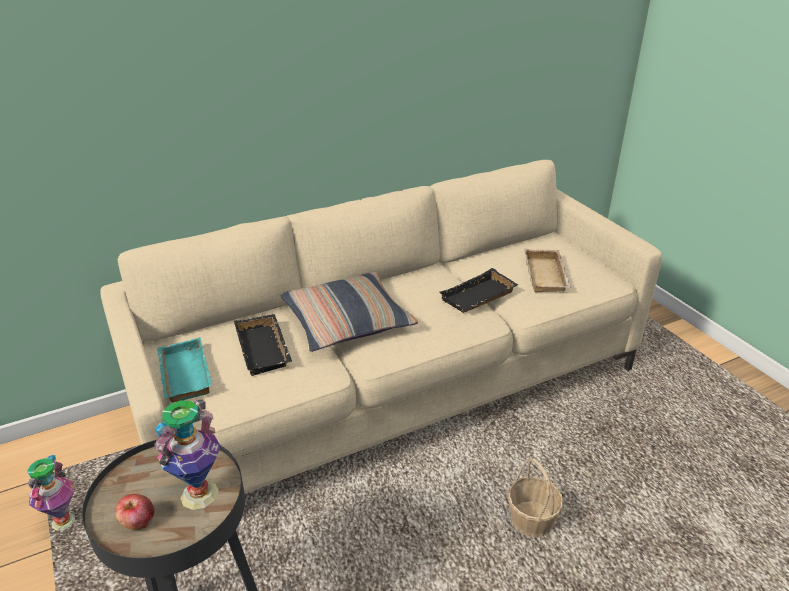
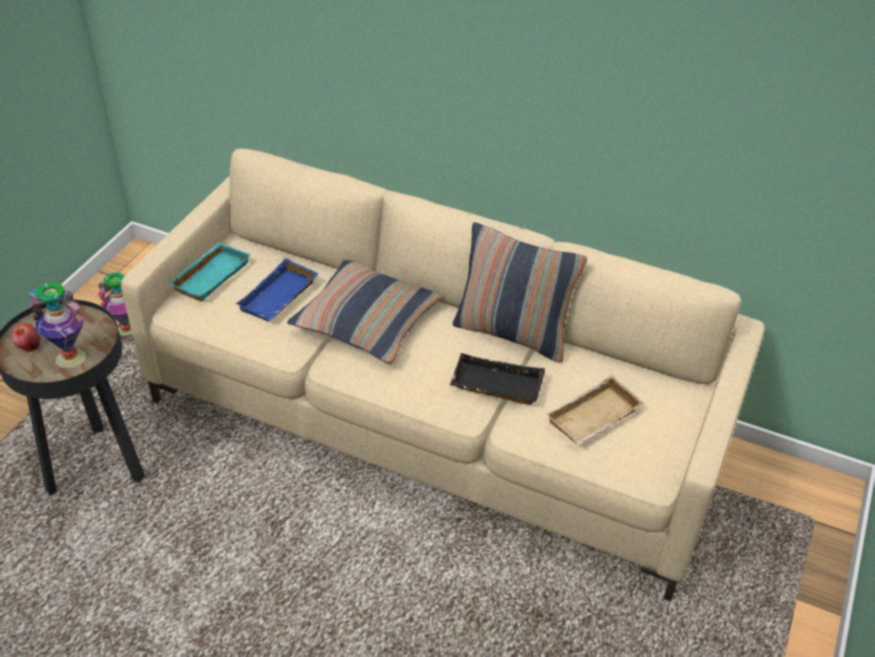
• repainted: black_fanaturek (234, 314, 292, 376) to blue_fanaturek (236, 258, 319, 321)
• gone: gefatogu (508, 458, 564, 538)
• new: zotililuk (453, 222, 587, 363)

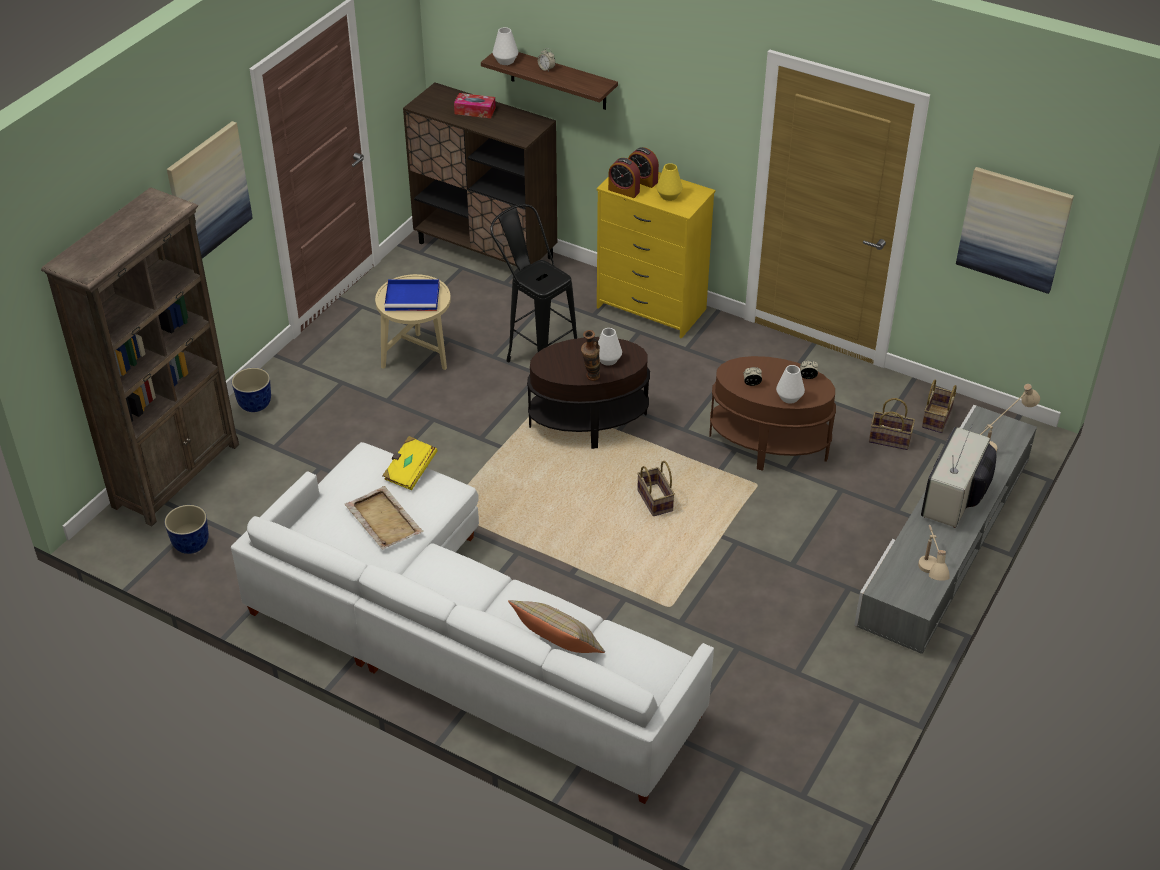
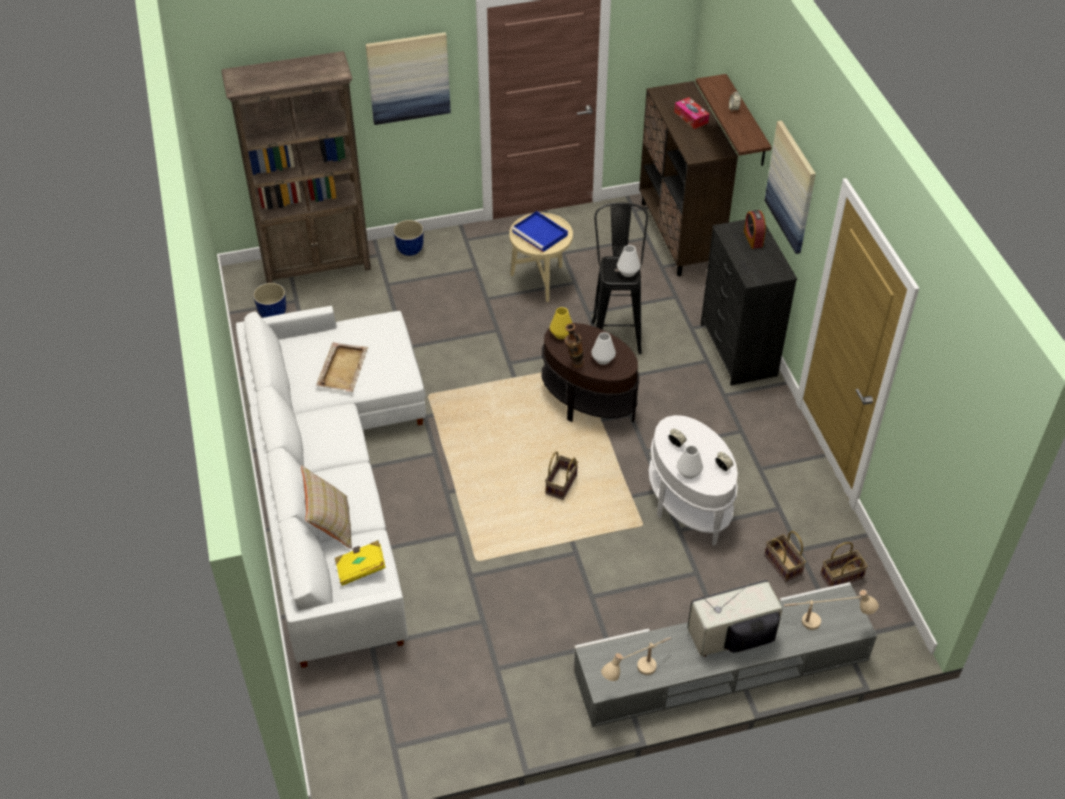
• shifted: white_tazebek (493, 27, 518, 65) to (617, 245, 640, 277)
• gone: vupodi (608, 158, 640, 198)
• shifted: yellow_tazebek (656, 163, 683, 201) to (550, 307, 572, 339)
• shifted: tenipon (956, 167, 1074, 294) to (764, 121, 816, 254)
• repainted: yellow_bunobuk (597, 172, 715, 339) to black_bunobuk (701, 219, 797, 386)
• repainted: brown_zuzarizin (709, 356, 836, 471) to white_zuzarizin (648, 415, 738, 545)
• shifted: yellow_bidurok (382, 436, 438, 490) to (335, 540, 386, 586)

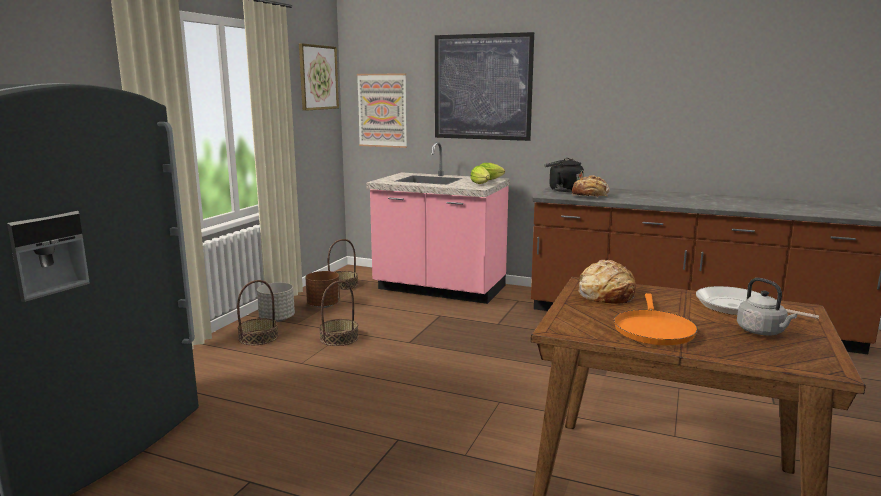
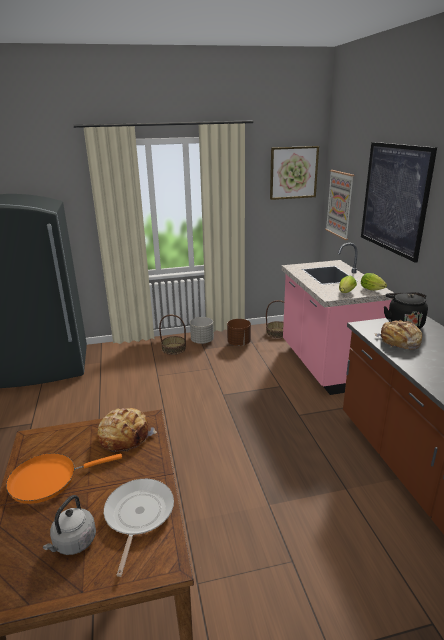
• gone: gefatogu (319, 280, 359, 346)

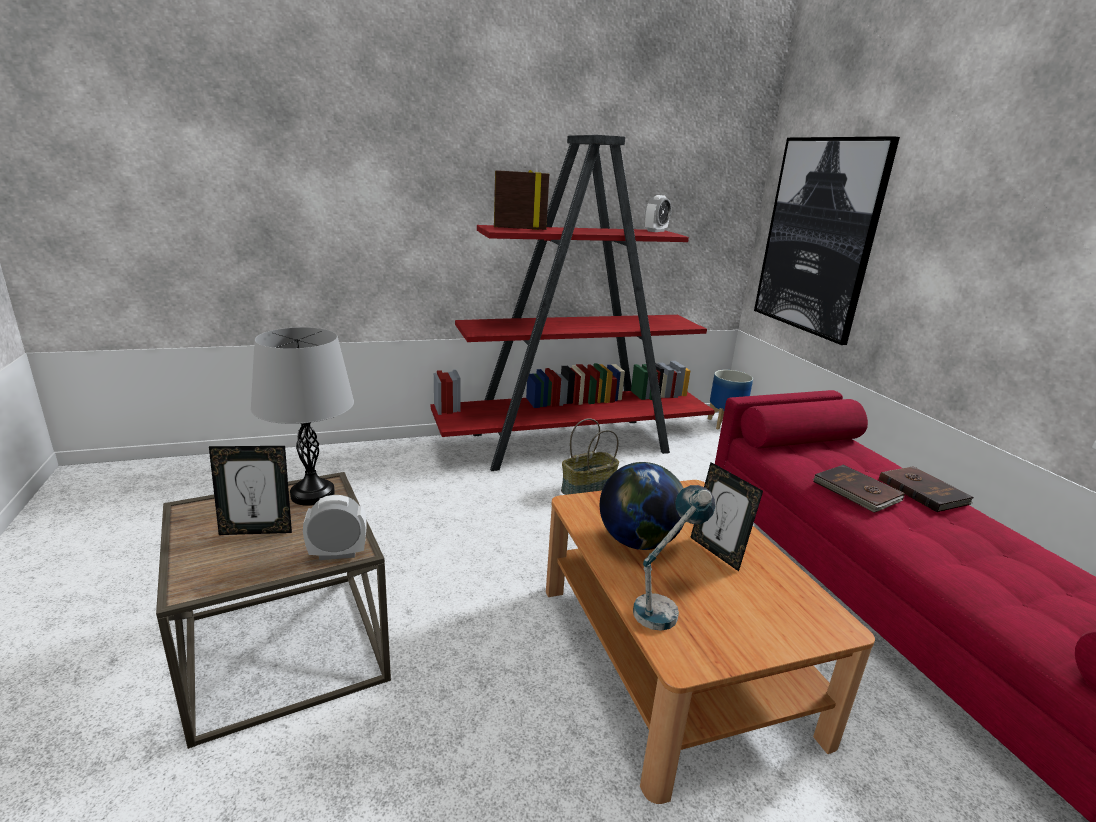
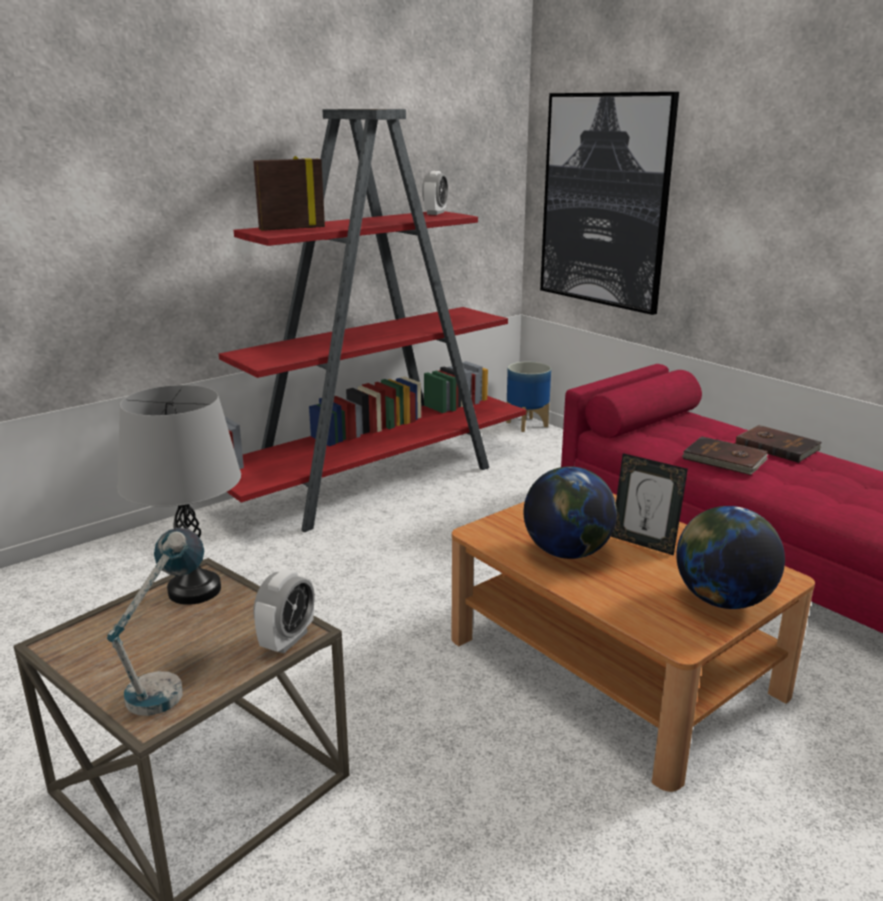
• gone: gefatogu (561, 418, 619, 495)
• gone: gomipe (209, 446, 292, 535)
• shifted: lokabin (633, 485, 715, 631) to (107, 528, 204, 716)
• rotated: vupodi (303, 495, 367, 560) = (253, 569, 315, 654) 150 degrees clockwise
• new: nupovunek (676, 506, 785, 609)

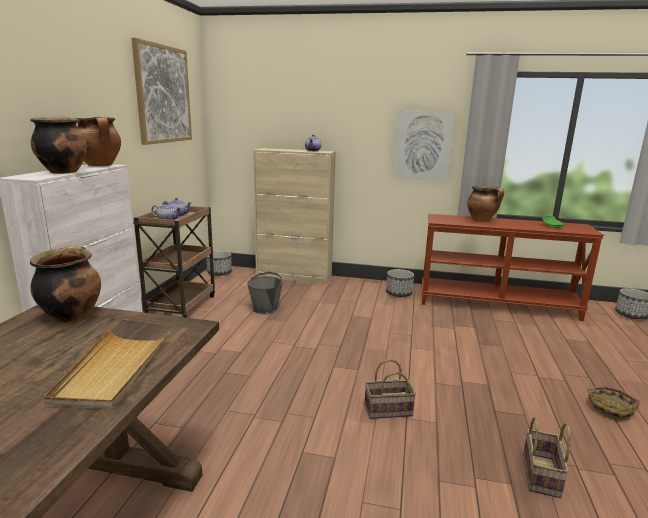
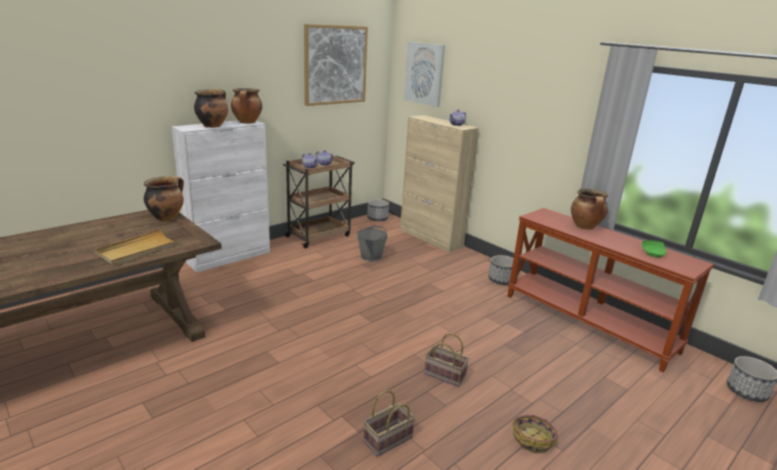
• shifted: tenipon (393, 110, 455, 180) to (404, 41, 445, 107)
• shifted: gefatogu (365, 359, 416, 419) to (424, 333, 469, 387)

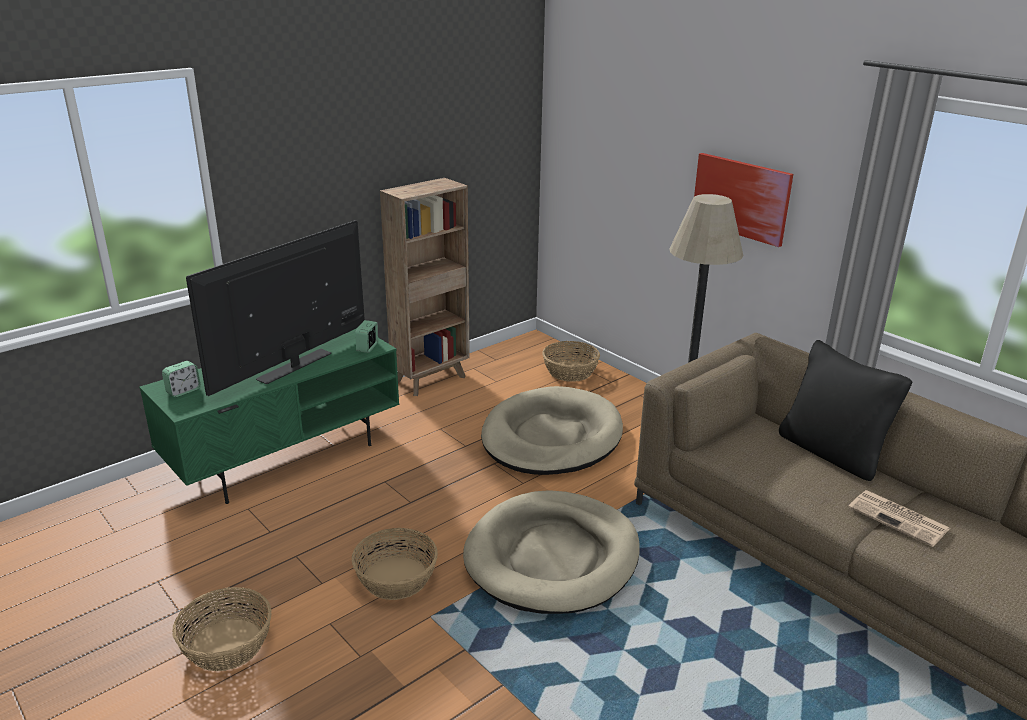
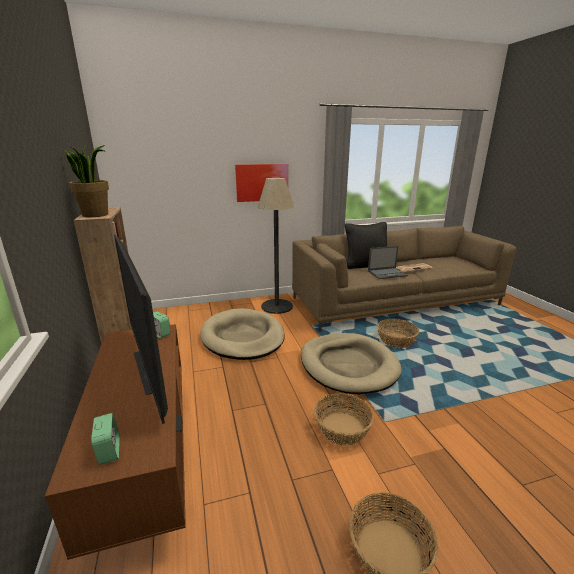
• repainted: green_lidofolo (139, 328, 399, 504) to brown_lidofolo (45, 324, 186, 560)
• shifted: gefatogu (542, 341, 600, 382) to (377, 319, 419, 348)
• new: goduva (61, 144, 109, 217)
• new: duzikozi (368, 246, 408, 279)

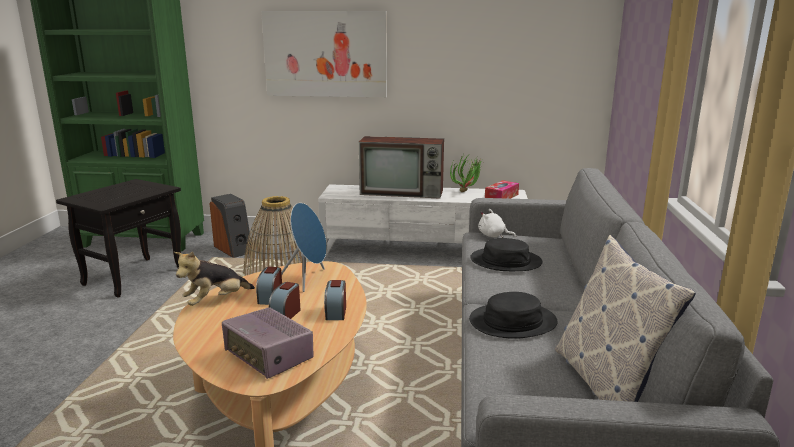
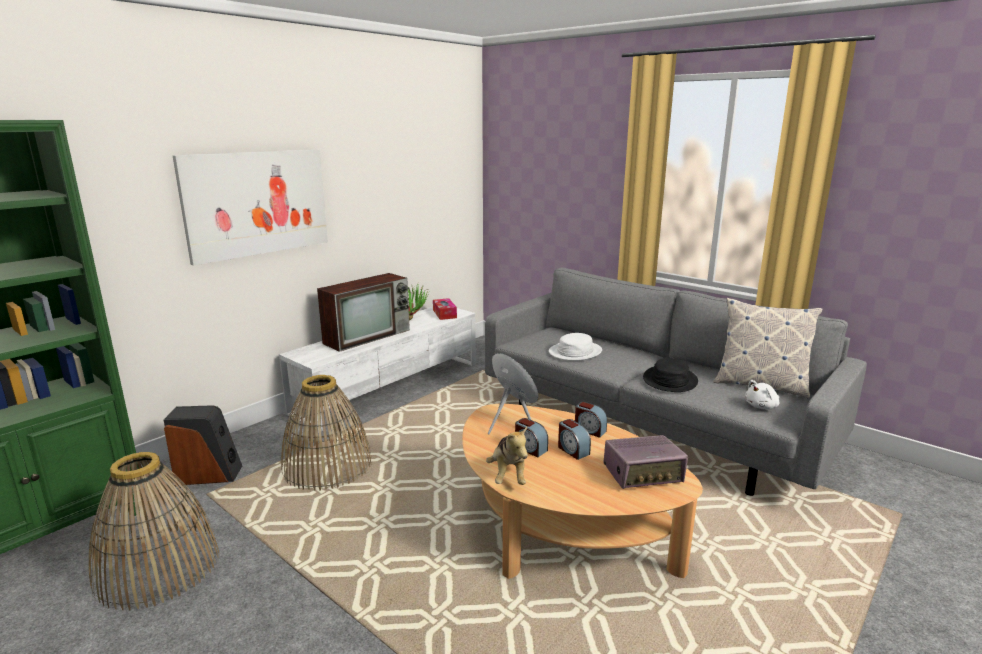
• swapped: black_zuzarizin (56, 179, 181, 297) to gefatogu (89, 452, 219, 611)
• shifted: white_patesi (478, 209, 516, 238) to (745, 380, 779, 410)
• repainted: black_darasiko (470, 238, 542, 271) to white_darasiko (549, 333, 602, 361)

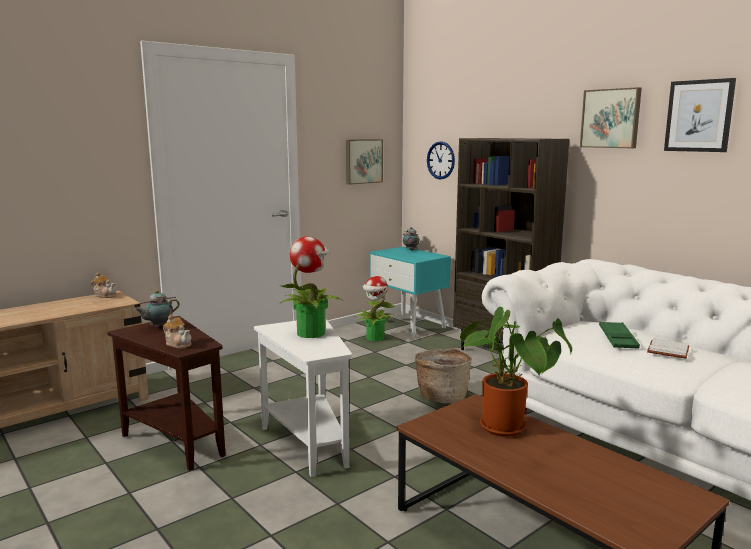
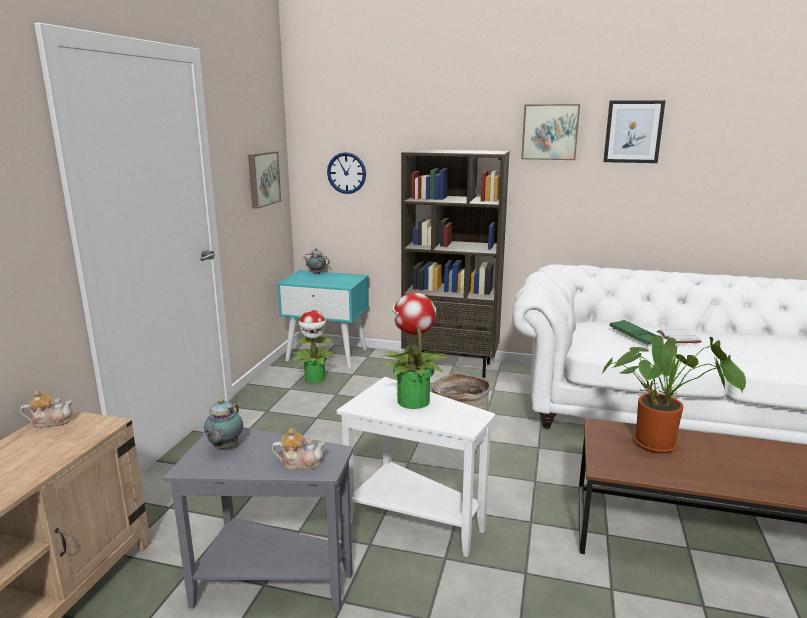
• repainted: brown_zuzarizin (107, 316, 226, 471) to grey_zuzarizin (164, 427, 353, 612)

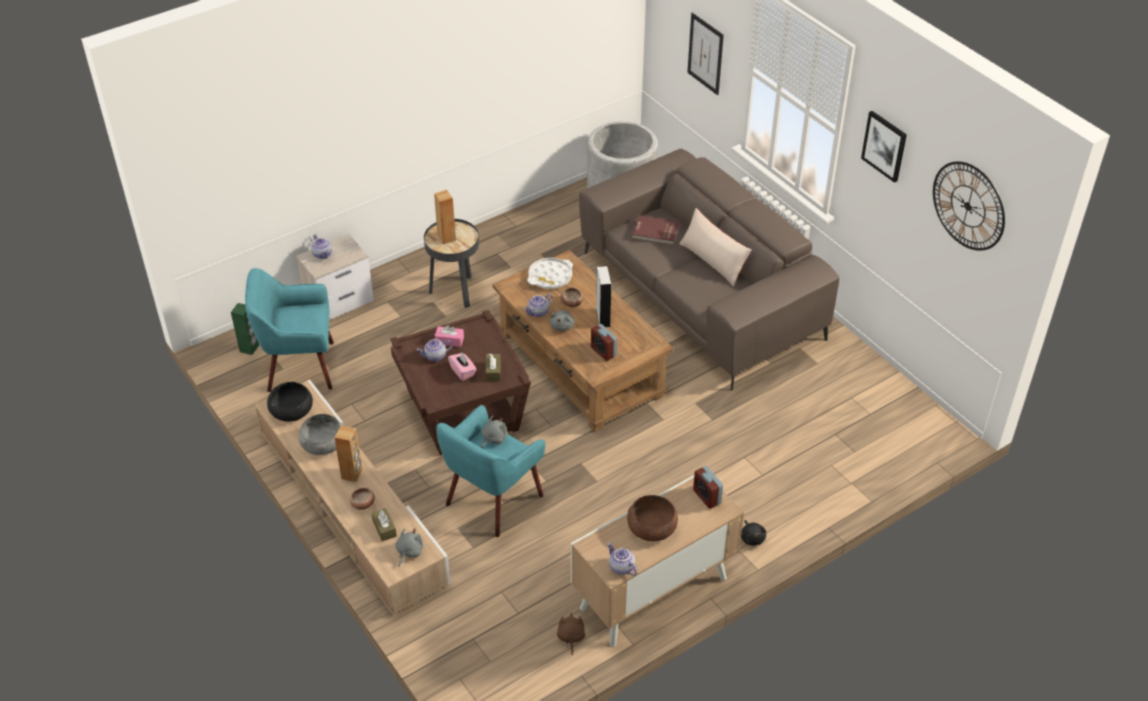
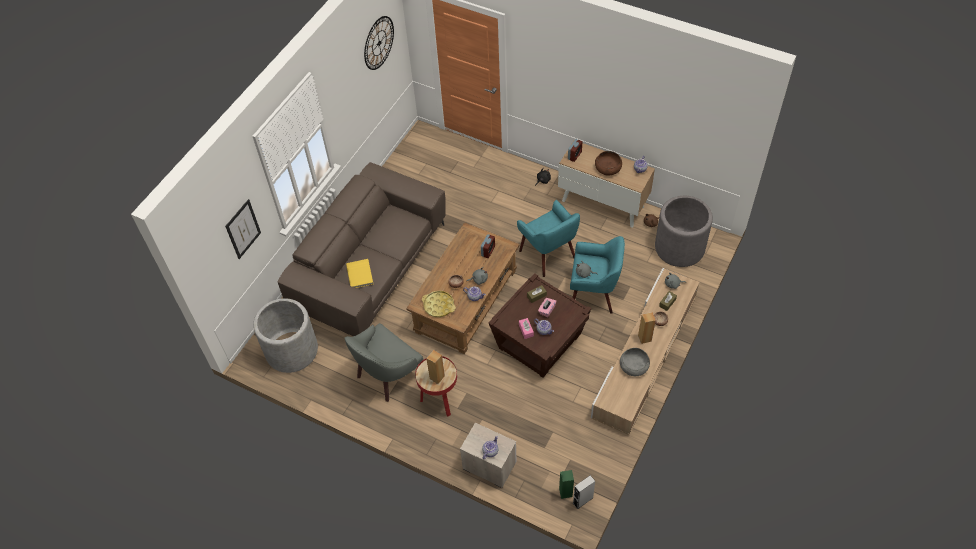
• gone: tenipon (861, 111, 907, 183)
• gone: beige_zotililuk (679, 208, 751, 287)
• repainted: red_bidurok (632, 215, 680, 245) to yellow_bidurok (346, 259, 373, 288)
• repainted: black_zuzarizin (424, 219, 479, 308) to red_zuzarizin (415, 356, 457, 417)
• repainted: white_fanaturek (527, 258, 573, 289) to yellow_fanaturek (422, 291, 456, 317)
• shifted: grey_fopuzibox (596, 266, 611, 327) to (573, 475, 595, 509)
• shifted: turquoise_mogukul (245, 268, 334, 392) to (517, 200, 580, 277)
• gone: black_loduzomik (267, 382, 313, 422)
• new: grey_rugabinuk (655, 196, 713, 267)
• new: grey_mogukul (345, 323, 424, 402)

